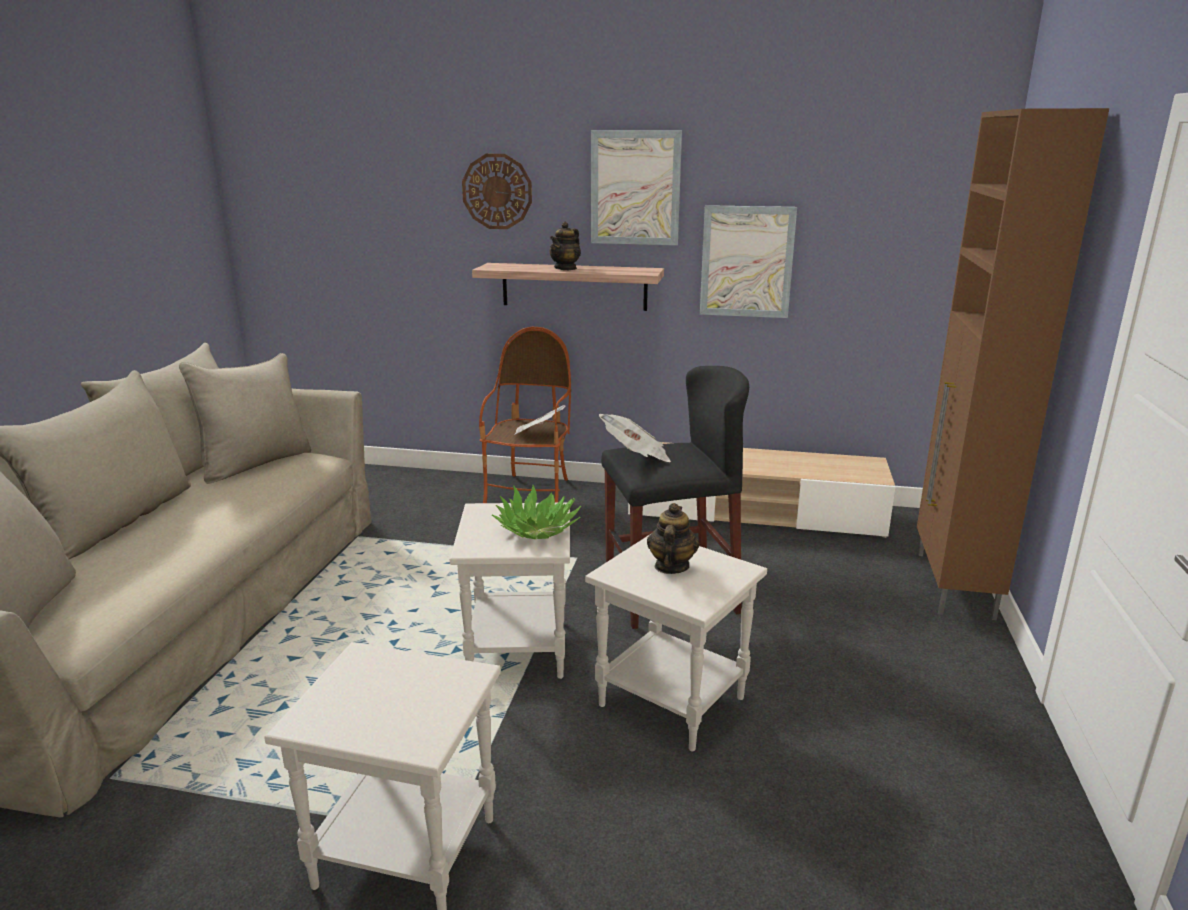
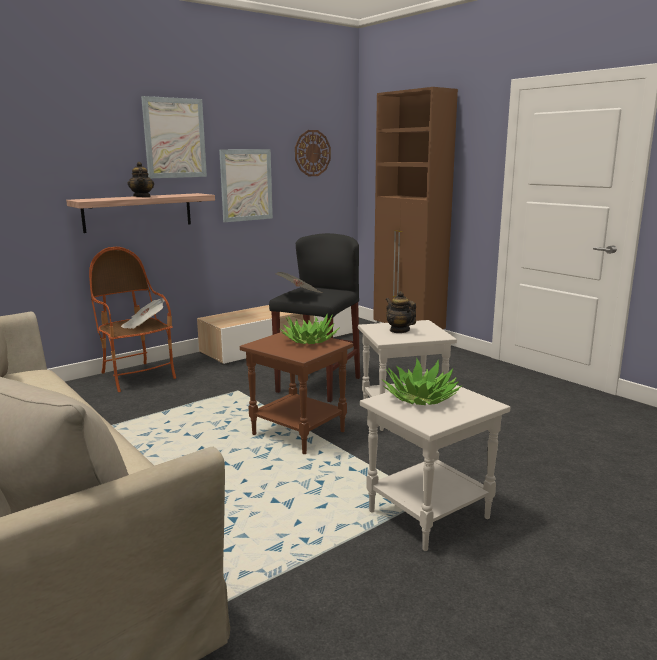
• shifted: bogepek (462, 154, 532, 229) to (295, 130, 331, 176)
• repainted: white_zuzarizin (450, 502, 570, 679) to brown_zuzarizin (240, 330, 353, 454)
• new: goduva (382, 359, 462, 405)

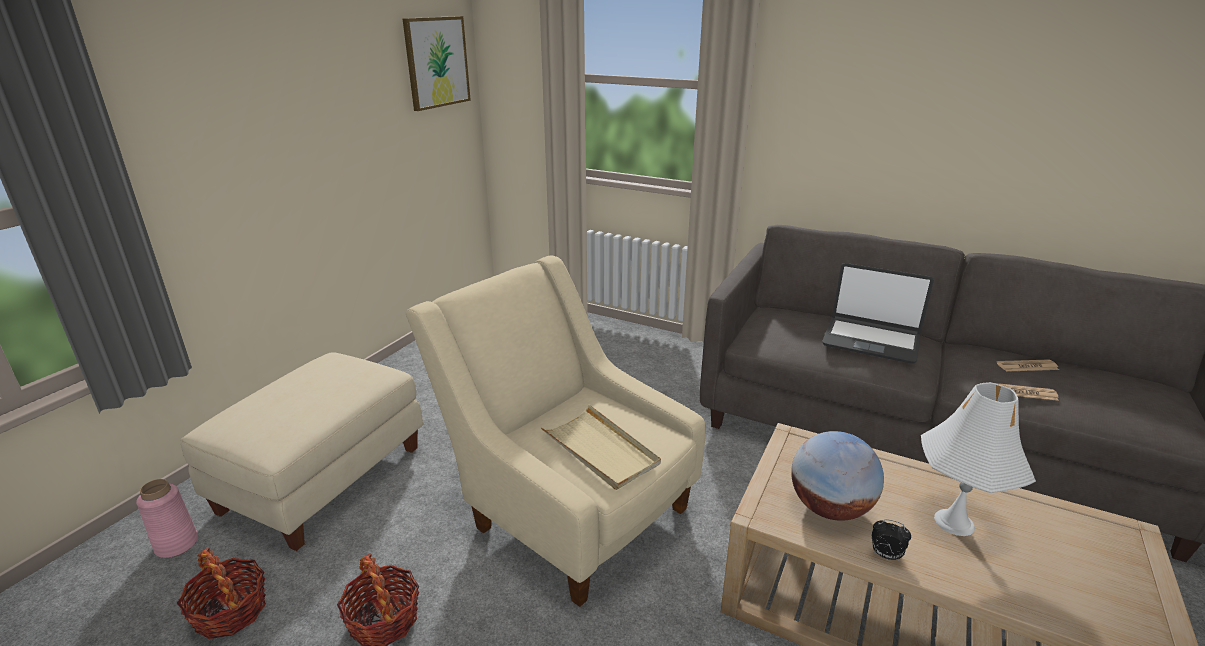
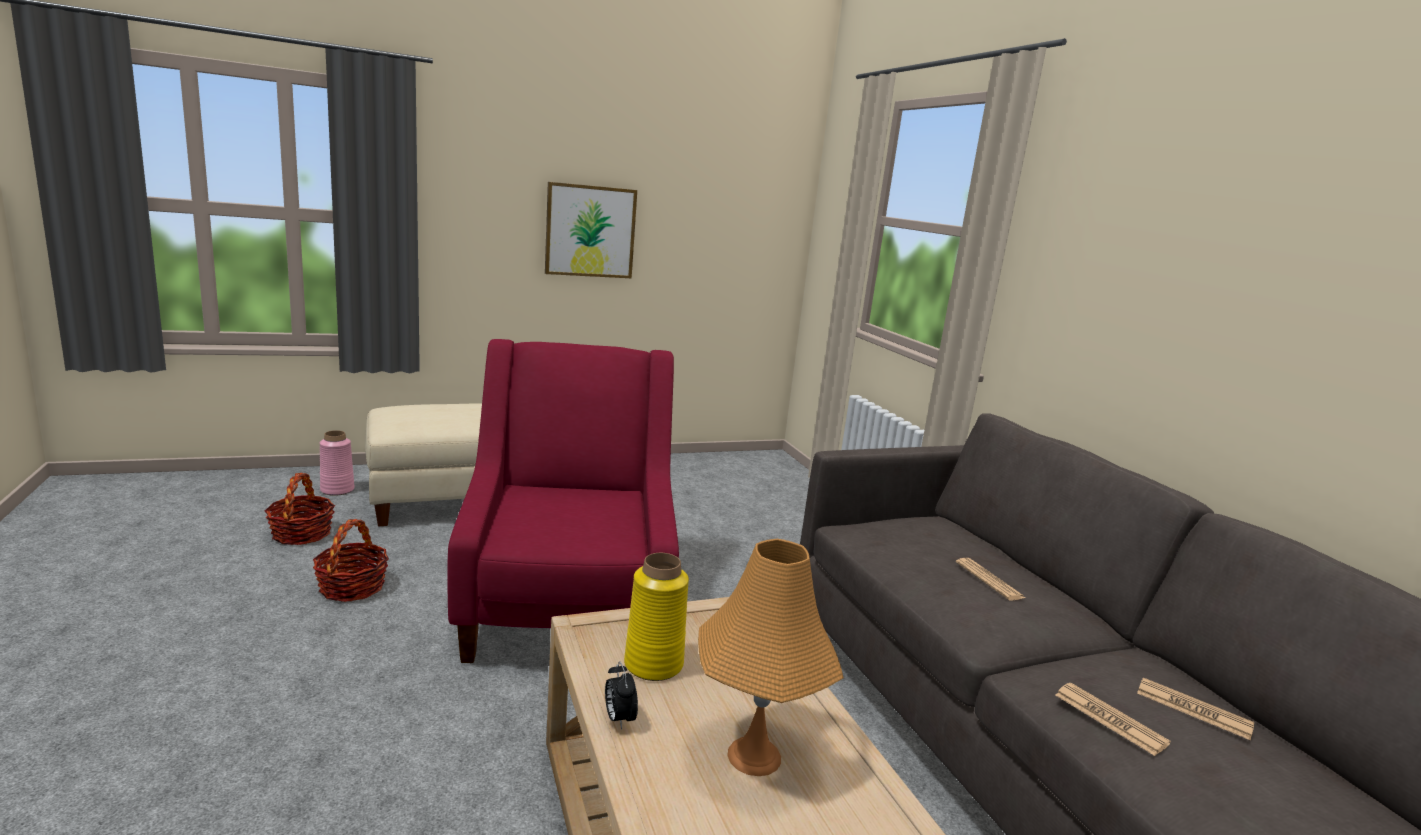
• shifted: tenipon (402, 16, 471, 111) to (545, 182, 637, 278)
• repainted: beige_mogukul (406, 255, 705, 607) to red_mogukul (447, 339, 679, 663)
• swapped: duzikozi (822, 263, 934, 364) to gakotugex (956, 558, 1025, 601)
• repainted: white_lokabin (921, 382, 1036, 536) to orange_lokabin (698, 539, 844, 776)
• gone: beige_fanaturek (540, 404, 661, 490)
• swapped: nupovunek (791, 431, 884, 521) to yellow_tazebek (624, 553, 689, 681)

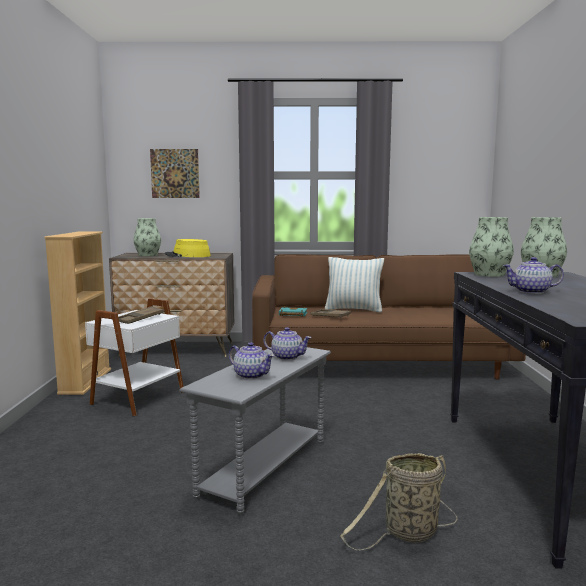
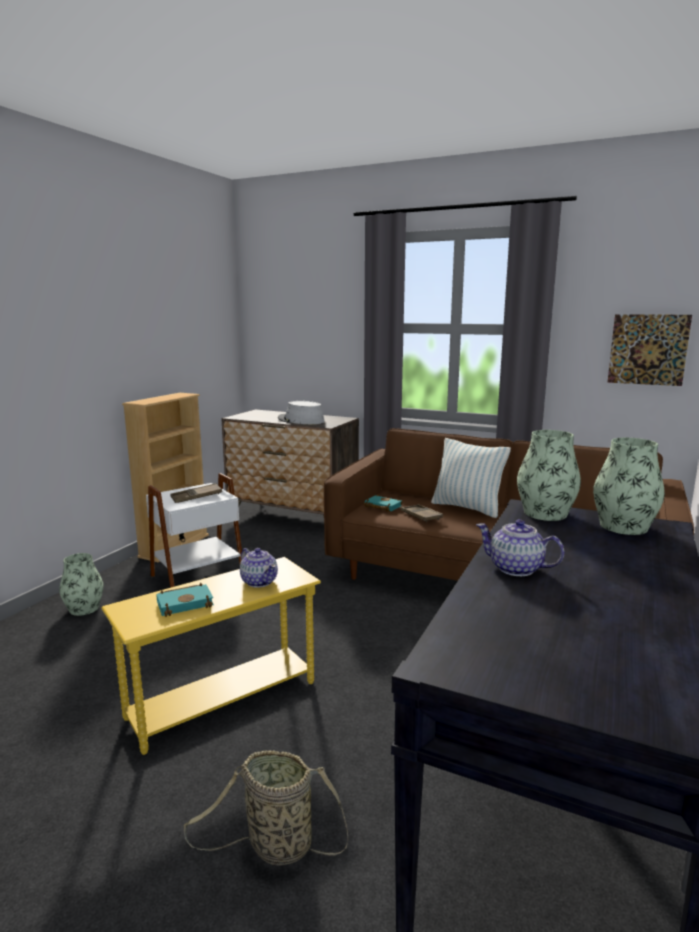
• shifted: tenipon (150, 149, 200, 198) to (607, 314, 692, 386)
• shifted: tazebek (133, 218, 161, 256) to (59, 553, 103, 616)
• repainted: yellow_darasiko (165, 239, 211, 257) to grey_darasiko (278, 401, 325, 424)
• swapped: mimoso (229, 342, 275, 380) to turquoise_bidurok (156, 583, 214, 617)
• repainted: grey_zuzarizin (179, 347, 331, 515) to yellow_zuzarizin (101, 557, 321, 755)

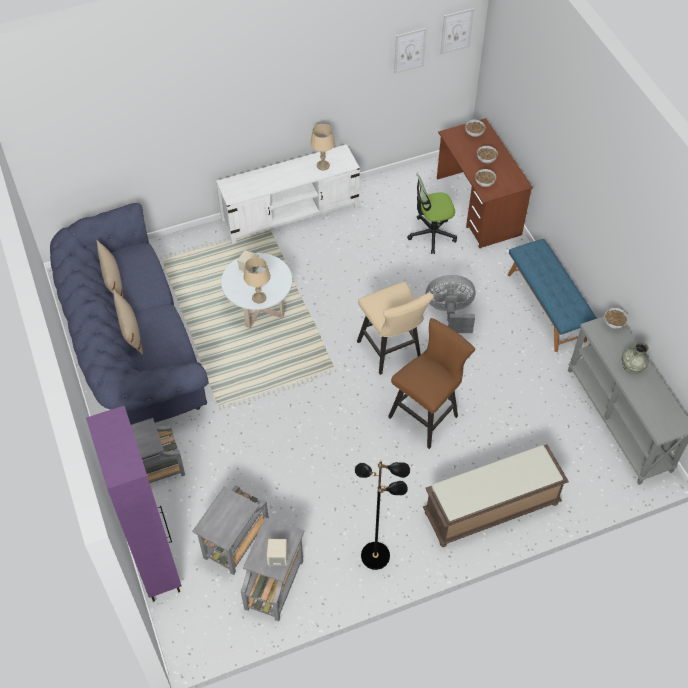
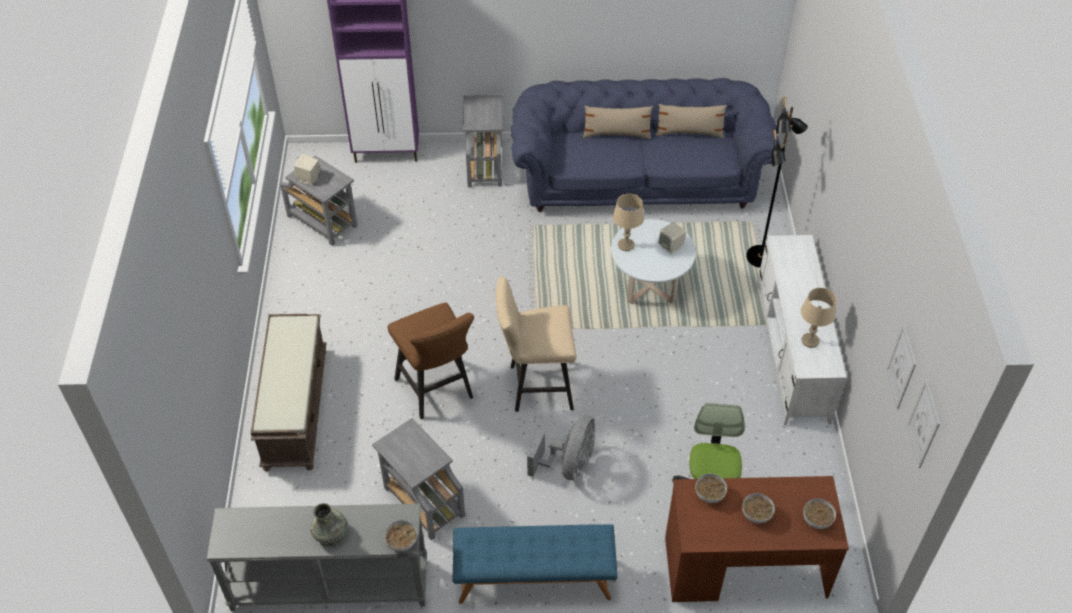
• shifted: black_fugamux (355, 460, 410, 570) to (746, 97, 808, 268)
• shifted: grey_zuzarizin (192, 485, 269, 575) to (372, 418, 465, 540)

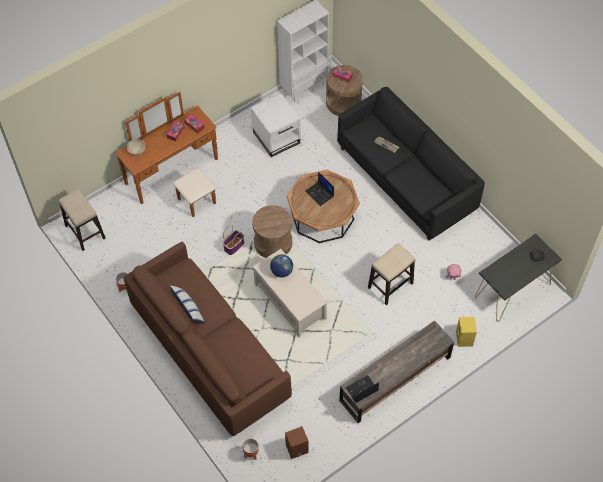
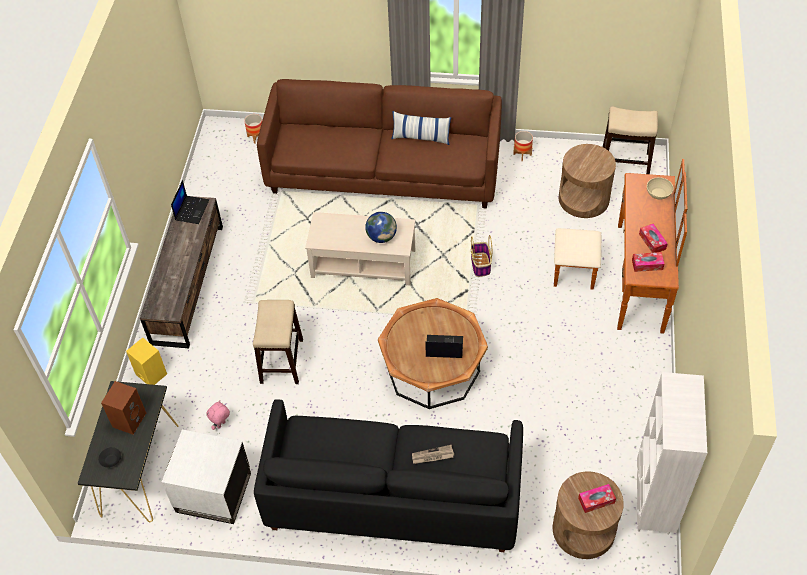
• shifted: white_zuzarizin (251, 93, 301, 157) to (162, 430, 251, 524)
• shifted: brown_zuzarizin (252, 205, 292, 258) to (559, 144, 616, 218)
• shifted: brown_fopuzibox (285, 426, 309, 459) to (101, 381, 146, 435)

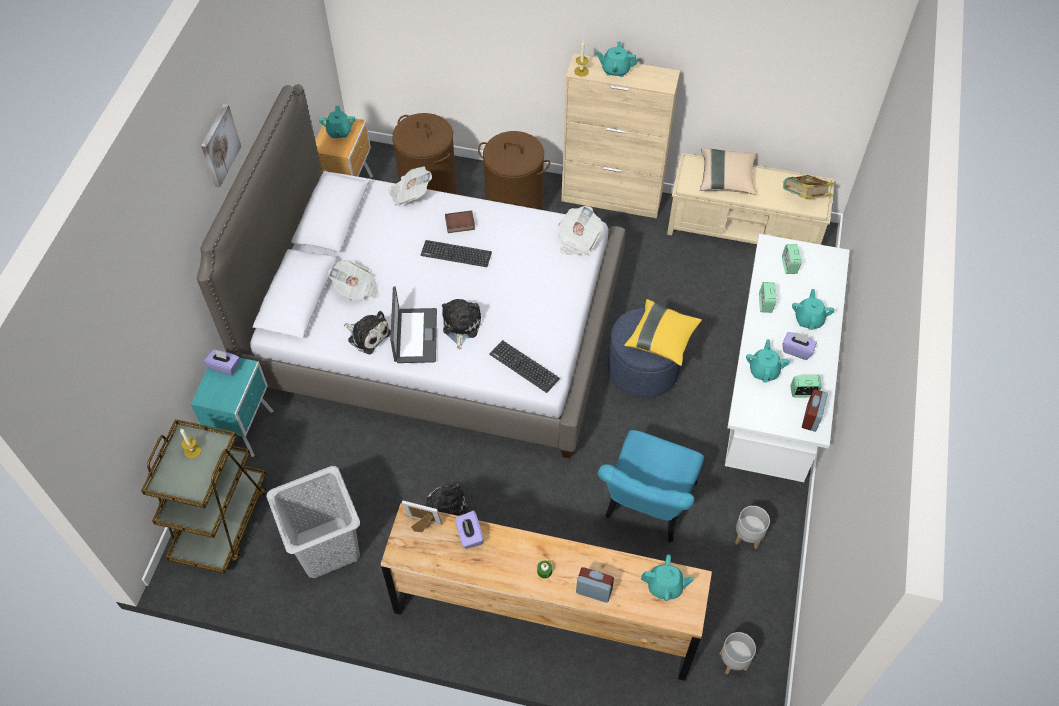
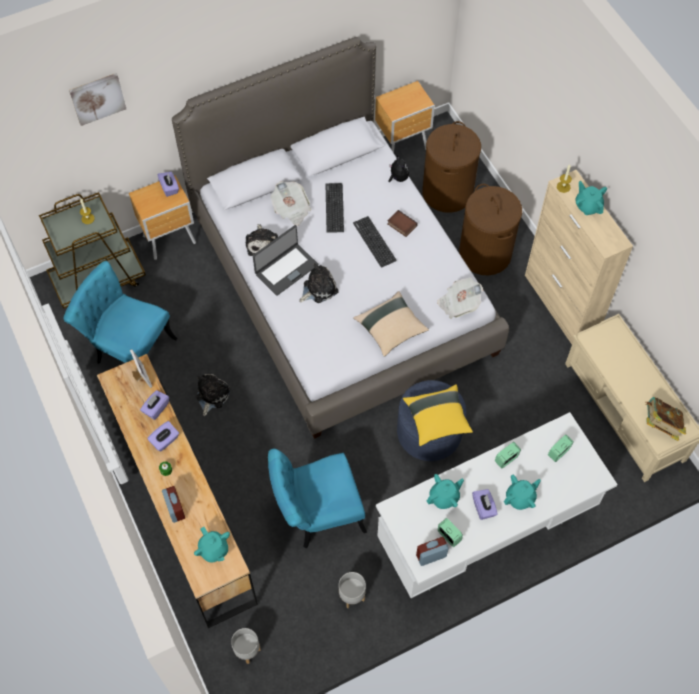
• shifted: tenipon (201, 104, 241, 188) to (69, 73, 126, 126)
• gone: turquoise_mimoso (319, 106, 355, 138)
• shifted: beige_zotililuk (700, 148, 756, 195) to (353, 291, 429, 357)
• swapped: gakotugex (388, 166, 432, 206) to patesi (388, 156, 409, 182)
• shifted: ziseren (489, 340, 560, 393) to (325, 183, 344, 233)
• repainted: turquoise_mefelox (191, 358, 273, 457) to brown_mefelox (129, 175, 196, 260)
• swapped: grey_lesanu (266, 466, 360, 578) to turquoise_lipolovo (64, 261, 177, 364)
• new: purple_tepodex (147, 421, 179, 452)

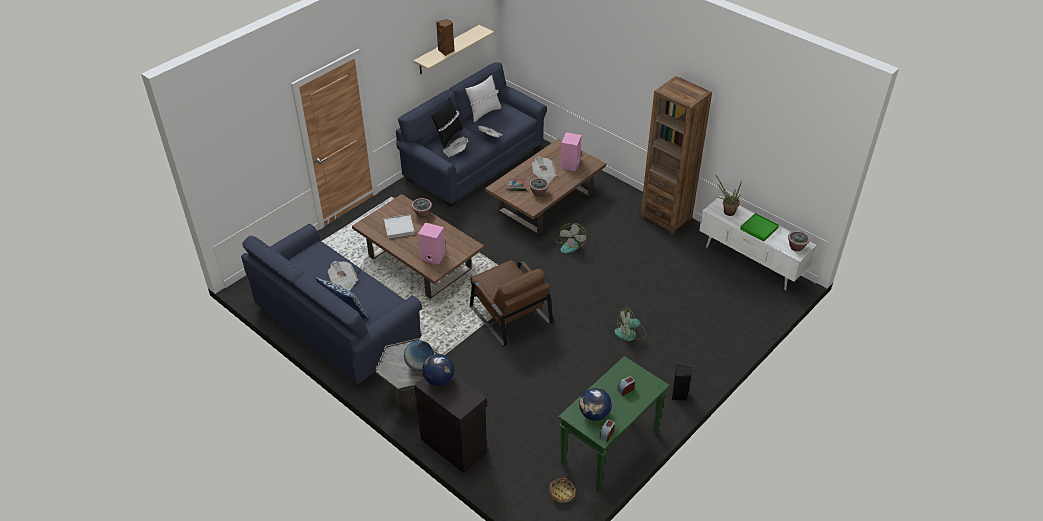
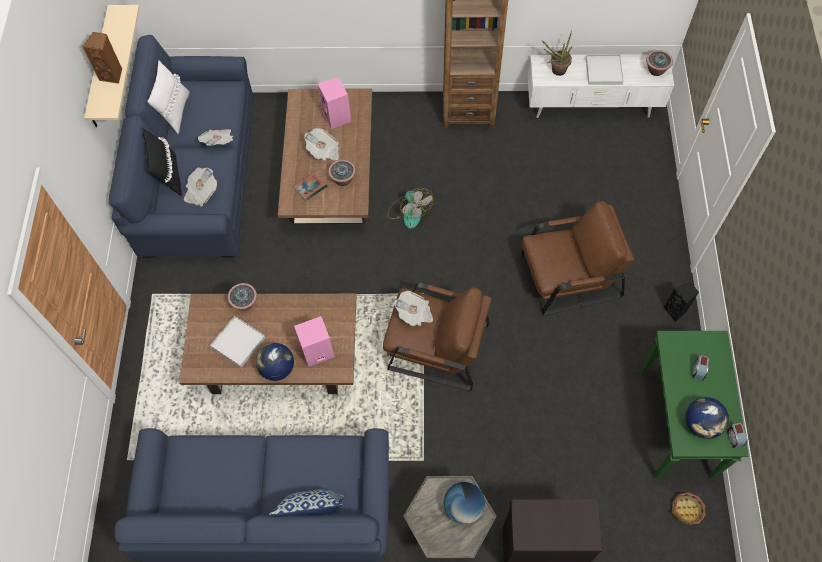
• repainted: green_fanaturek (740, 213, 779, 242) to white_fanaturek (586, 54, 624, 85)
• shifted: gakotugex (328, 261, 358, 291) to (394, 291, 433, 326)
• swapped: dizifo (614, 308, 647, 341) to brown_mogukul (521, 201, 634, 316)
• shifted: nupovunek (422, 354, 454, 386) to (256, 343, 294, 381)

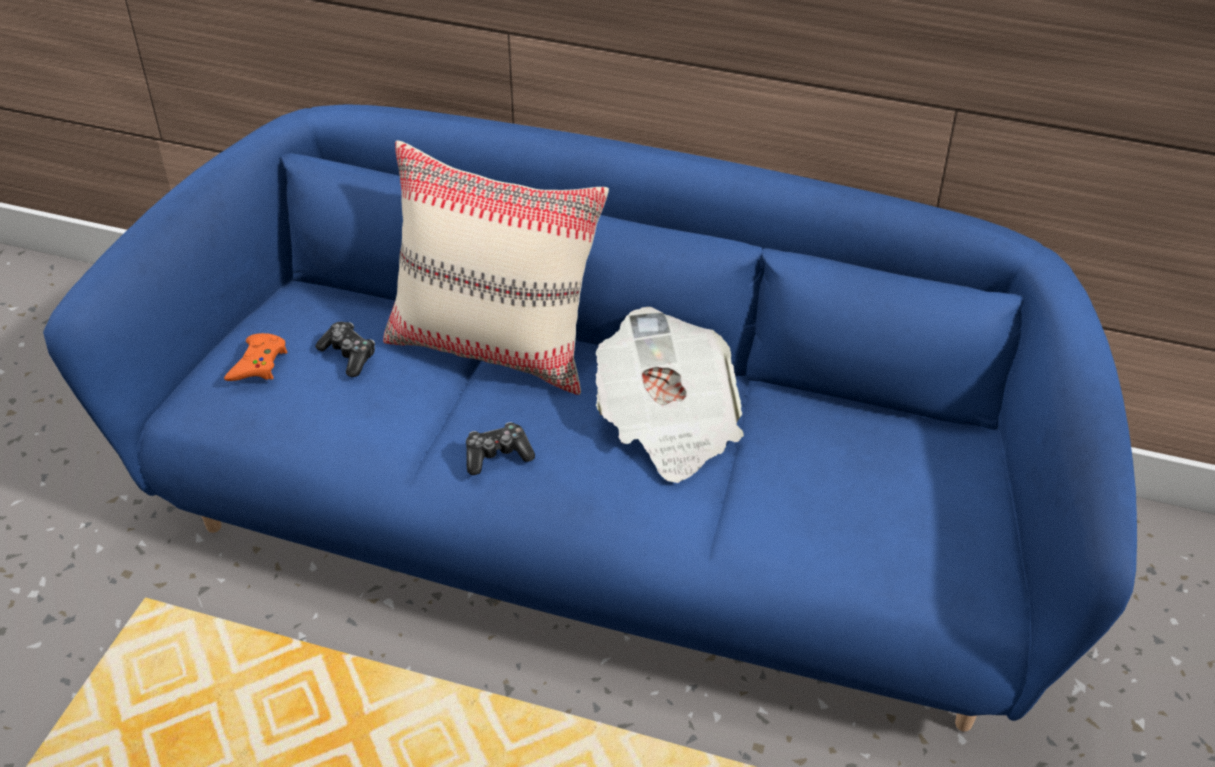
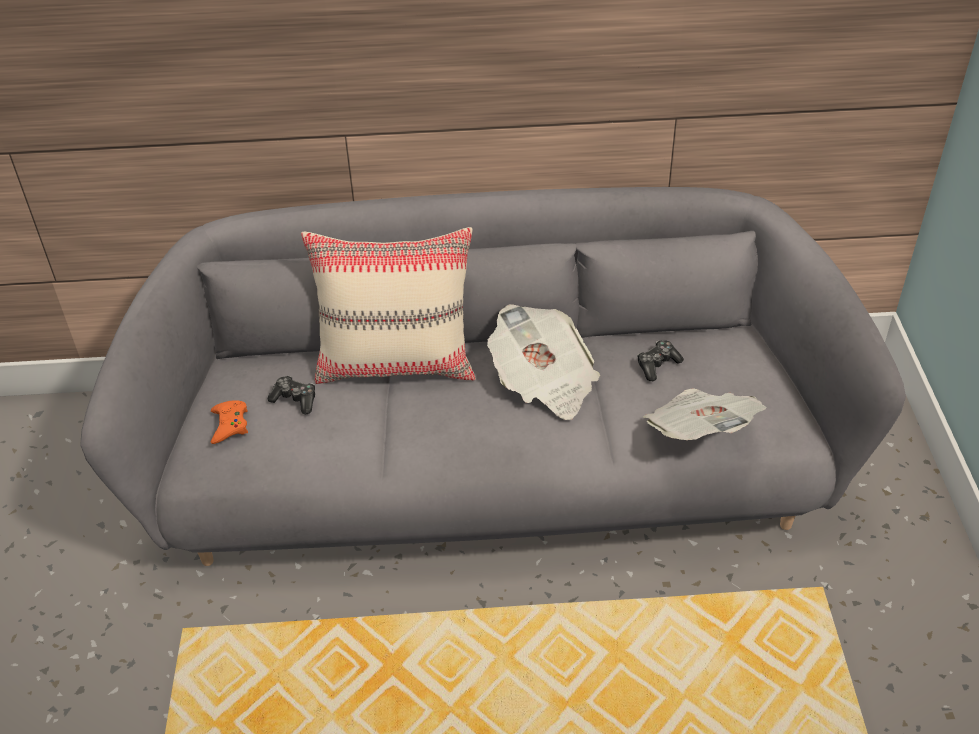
• repainted: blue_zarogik (43, 104, 1137, 731) to grey_zarogik (80, 187, 906, 566)
• shifted: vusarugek (466, 422, 535, 475) to (637, 341, 684, 381)
• new: gakotugex (643, 388, 767, 440)

